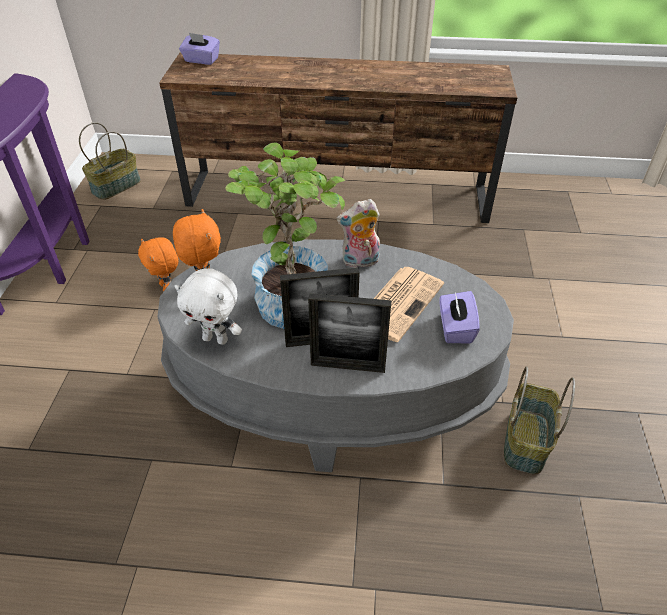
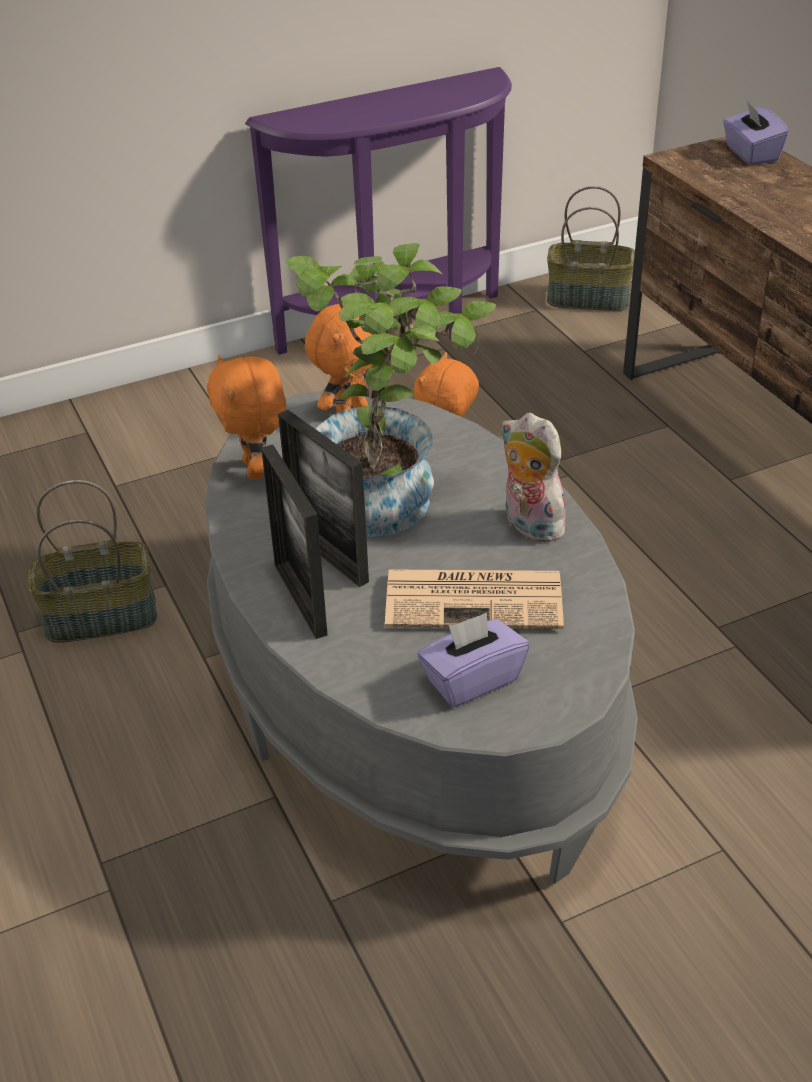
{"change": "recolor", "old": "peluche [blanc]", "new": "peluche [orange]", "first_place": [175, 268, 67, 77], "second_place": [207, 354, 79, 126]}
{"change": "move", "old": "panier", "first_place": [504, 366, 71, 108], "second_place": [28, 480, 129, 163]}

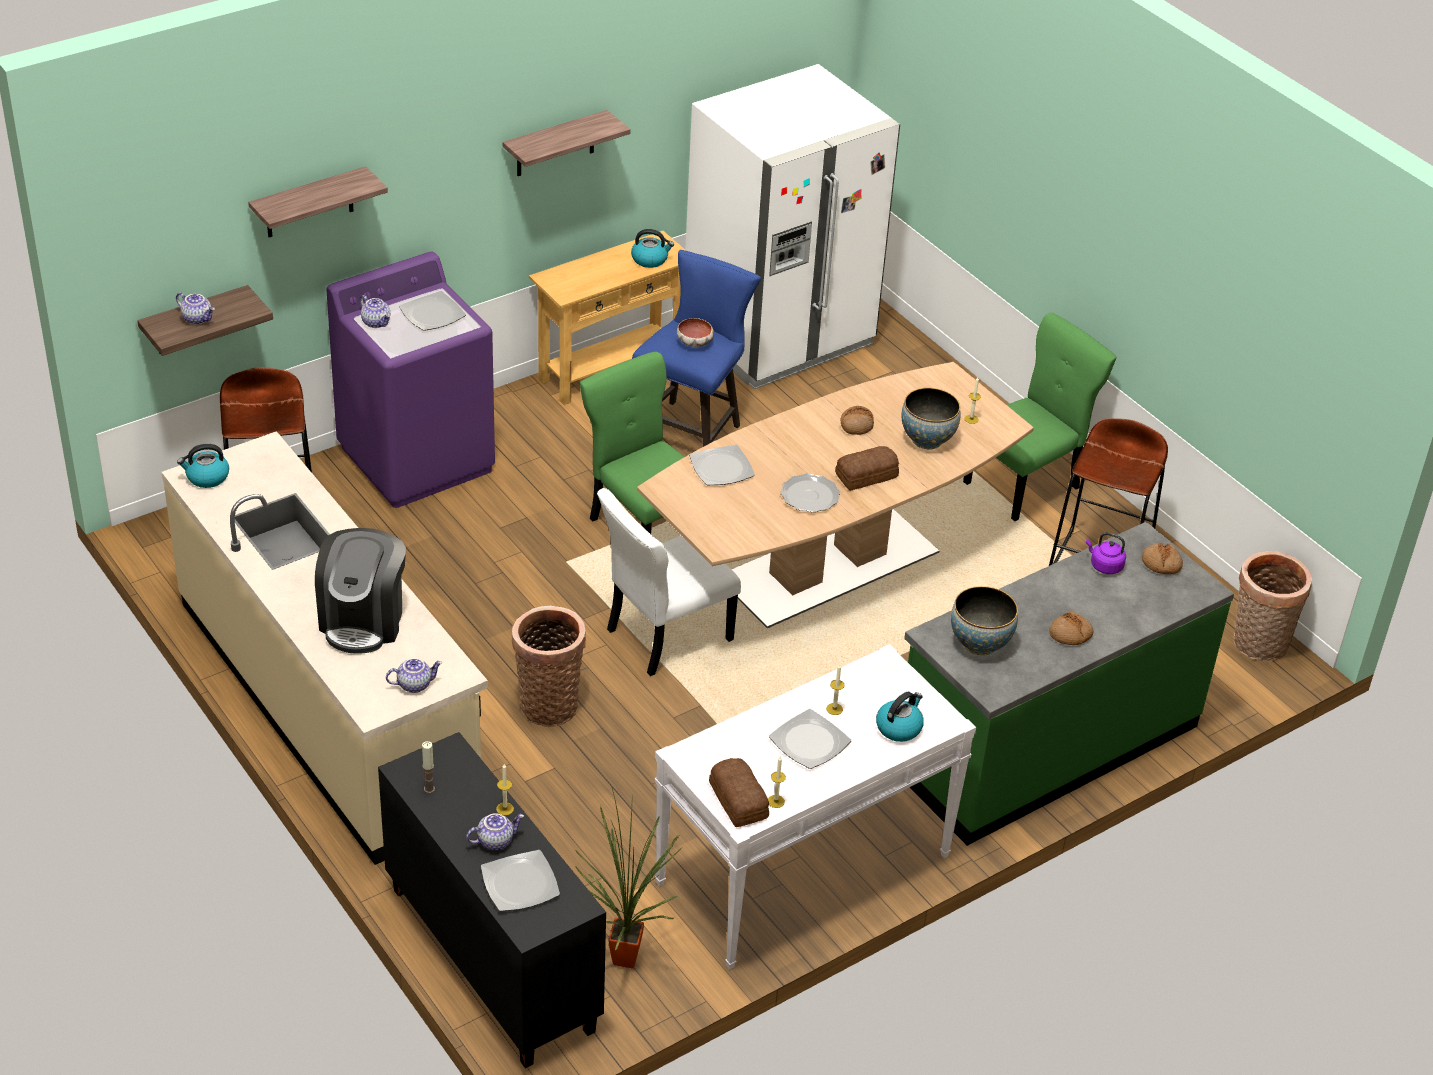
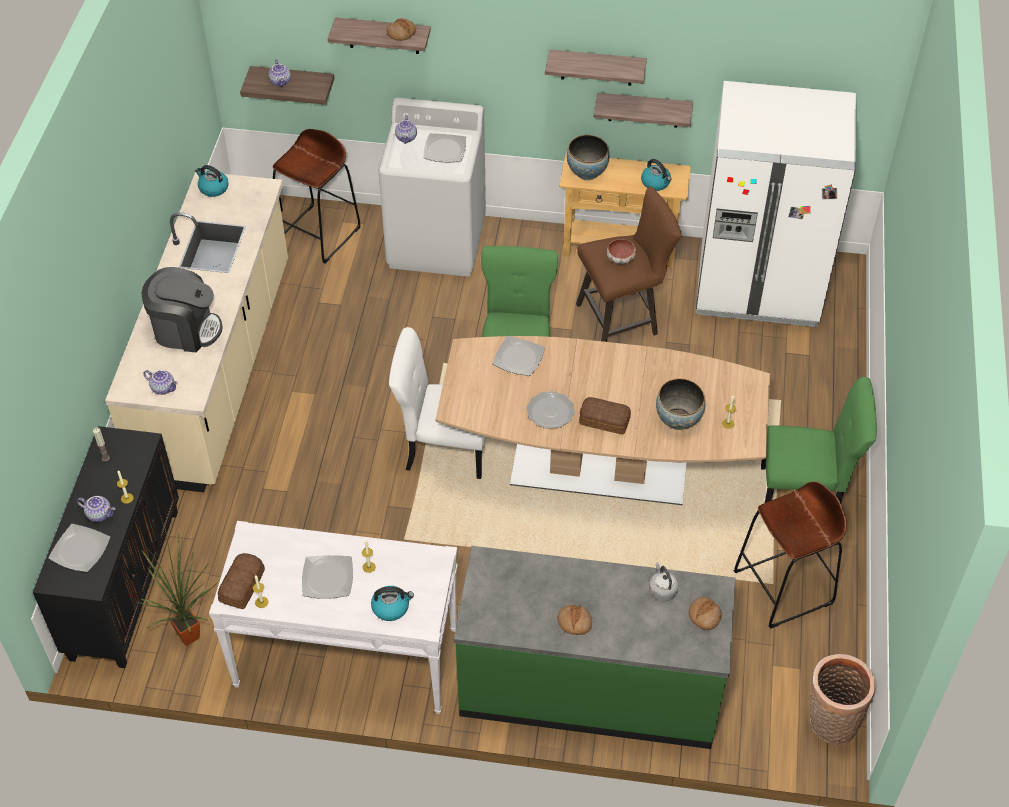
{"change": "rotate", "old": "machine à café", "first_place": [315, 528, 91, 126], "second_place": [141, 267, 82, 85], "degrees": -135}
{"change": "recolor", "old": "lave-linge [violet]", "new": "lave-linge [blanc]", "first_place": [326, 252, 169, 256], "second_place": [378, 98, 108, 179]}
{"change": "delete", "old": "panier", "first_place": [512, 606, 74, 121]}
{"change": "recolor", "old": "tabouret [bleu]", "new": "tabouret [marron]", "first_place": [632, 250, 129, 197], "second_place": [576, 186, 106, 156]}
{"change": "move", "old": "pain", "first_place": [840, 406, 34, 29], "second_place": [386, 18, 30, 23]}
{"change": "move", "old": "bol", "first_place": [951, 586, 67, 69], "second_place": [567, 135, 42, 45]}
{"change": "recolor", "old": "bouilloire [violet]", "new": "bouilloire [gris]", "first_place": [1086, 532, 40, 42], "second_place": [649, 562, 29, 39]}
{"change": "insert", "new": "étagère", "second_place": [594, 93, 99, 35]}

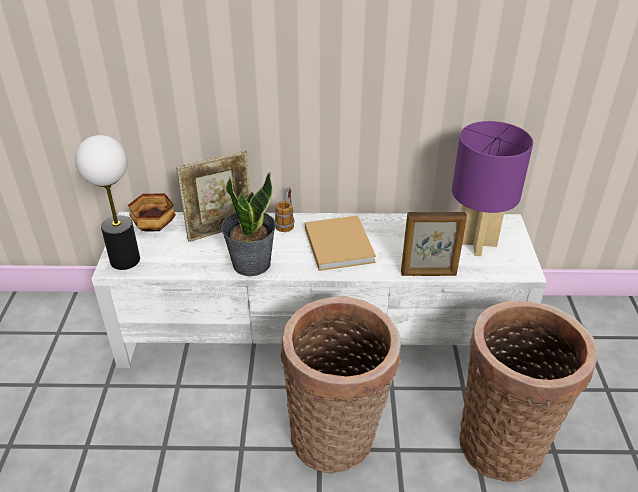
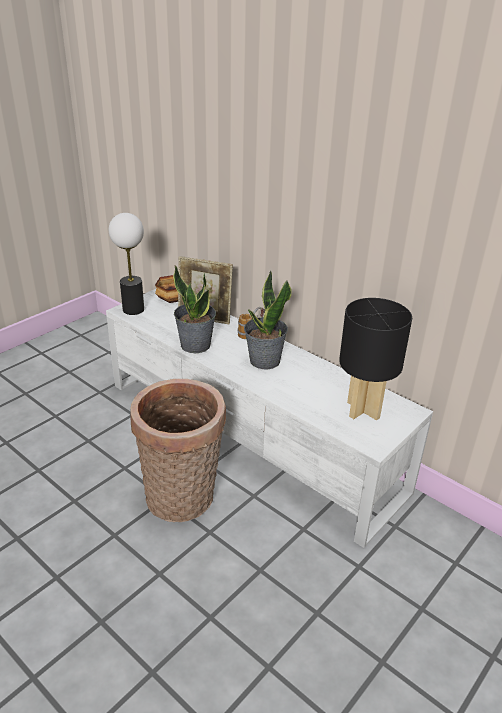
{"change": "replace", "old": "livre [beige]", "new": "plante en pot", "first_place": [305, 215, 71, 56], "second_place": [244, 270, 48, 99]}
{"change": "delete", "old": "cadre photo", "first_place": [401, 212, 66, 64]}
{"change": "recolor", "old": "lampe de table [violet]", "new": "lampe de table [noir]", "first_place": [452, 121, 81, 135], "second_place": [339, 298, 73, 122]}
{"change": "delete", "old": "panier", "first_place": [459, 301, 139, 181]}

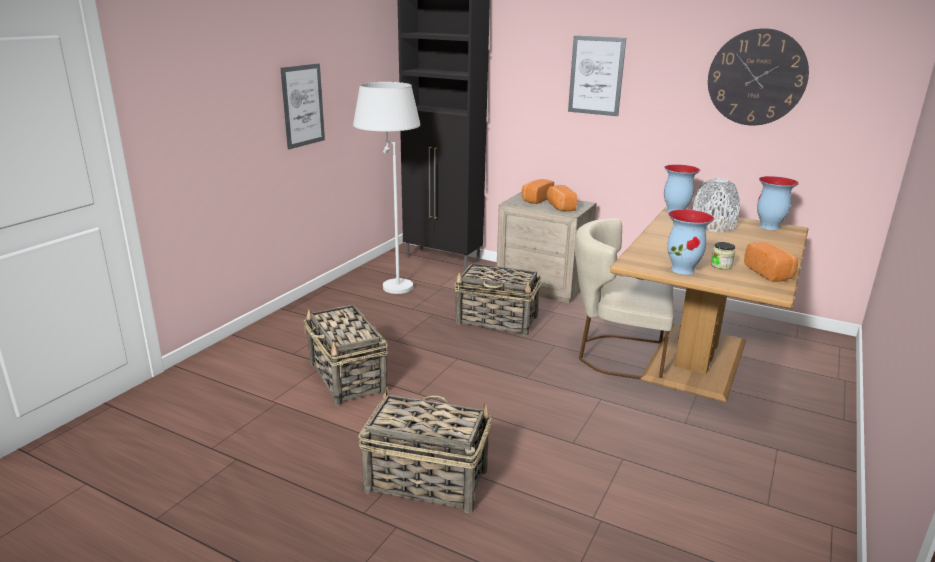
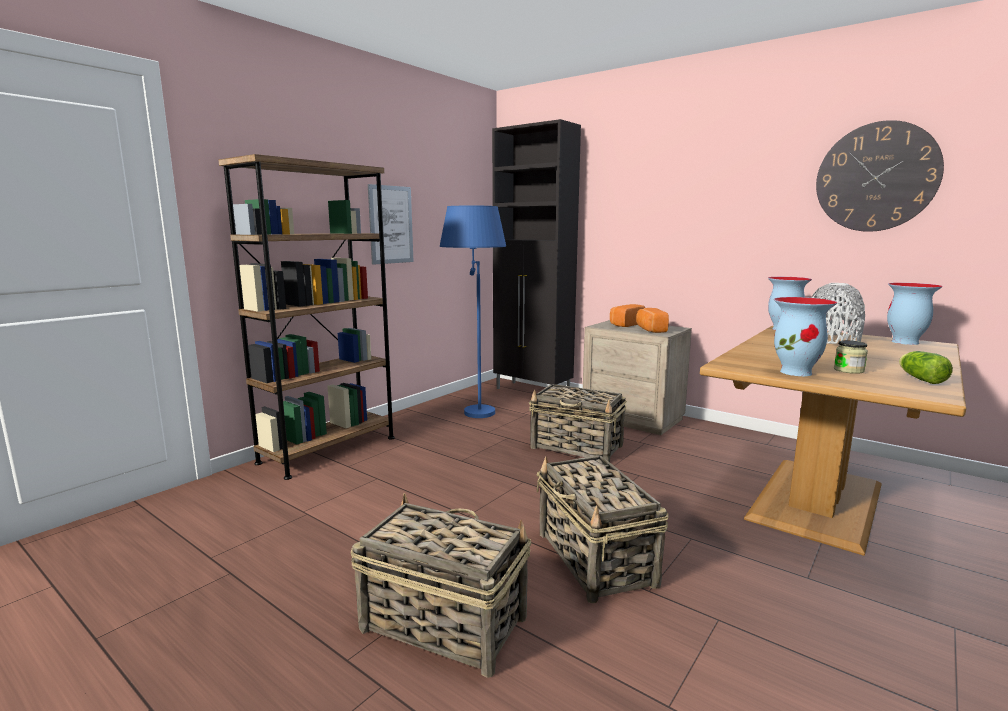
{"change": "move", "old": "panier", "first_place": [304, 305, 84, 100], "second_place": [537, 456, 132, 147]}
{"change": "recolor", "old": "lampadaire [blanc]", "new": "lampadaire [bleu]", "first_place": [353, 82, 67, 212], "second_place": [440, 206, 66, 212]}
{"change": "delete", "old": "tableau", "first_place": [568, 35, 58, 81]}
{"change": "delete", "old": "chaise [beige]", "first_place": [575, 218, 99, 161]}
{"change": "replace", "old": "pain", "new": "laitue", "first_place": [744, 242, 54, 40], "second_place": [899, 351, 54, 33]}
{"change": "insert", "new": "bibliothèque [marron]", "second_place": [218, 154, 177, 326]}

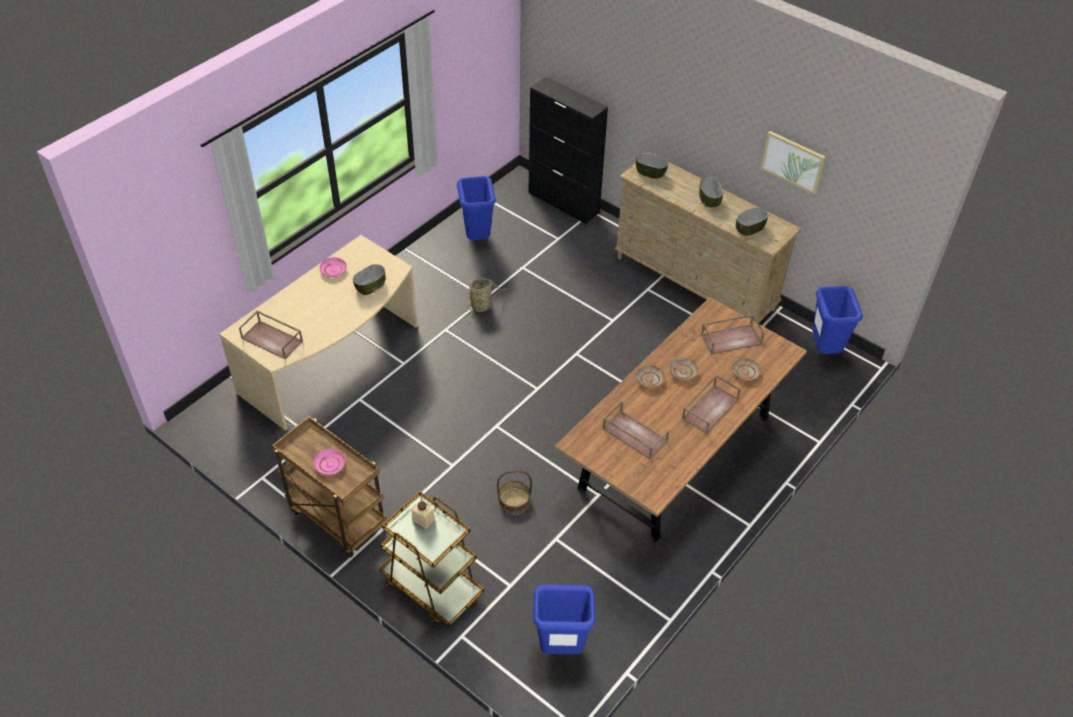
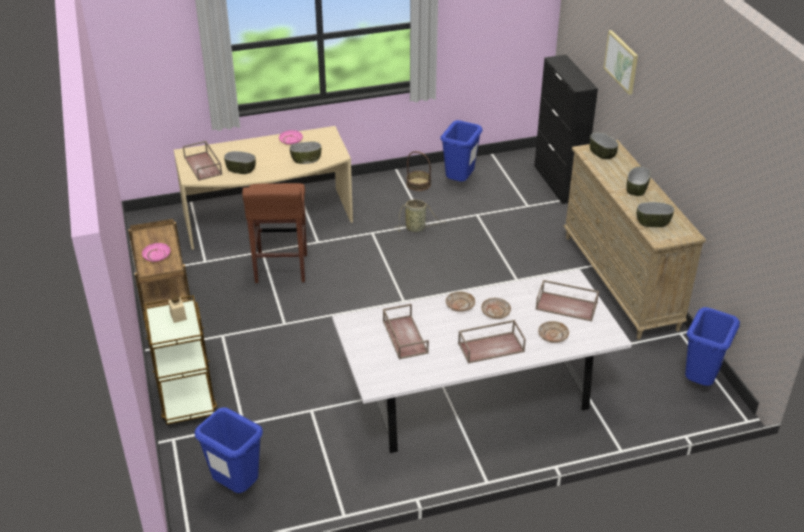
{"change": "move", "old": "panier", "first_place": [497, 470, 35, 43], "second_place": [407, 151, 24, 40]}
{"change": "recolor", "old": "table à manger [marron]", "new": "table à manger [blanc]", "first_place": [555, 297, 252, 246], "second_place": [332, 269, 300, 184]}
{"change": "move", "old": "tableau", "first_place": [760, 131, 65, 64], "second_place": [604, 30, 34, 65]}
{"change": "insert", "new": "bol", "second_place": [224, 151, 32, 23]}
{"change": "insert", "new": "tabouret [marron]", "second_place": [242, 183, 65, 100]}

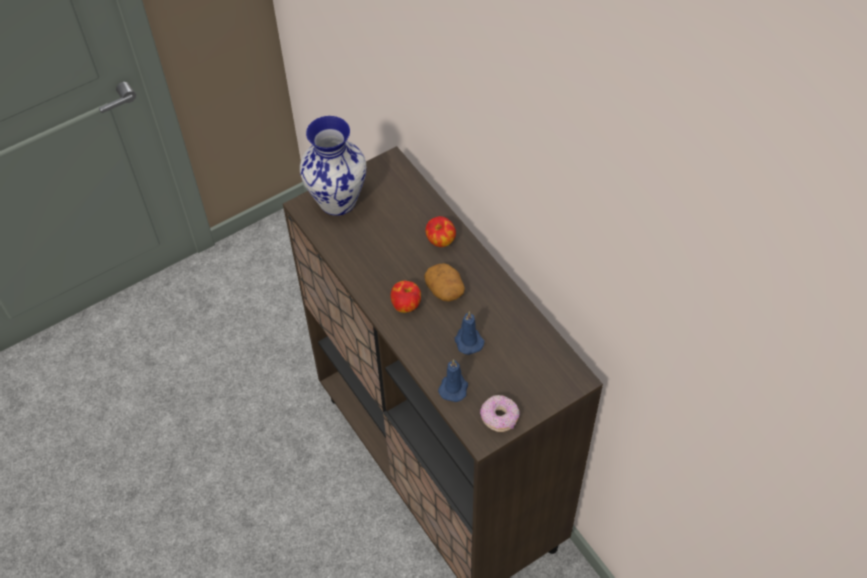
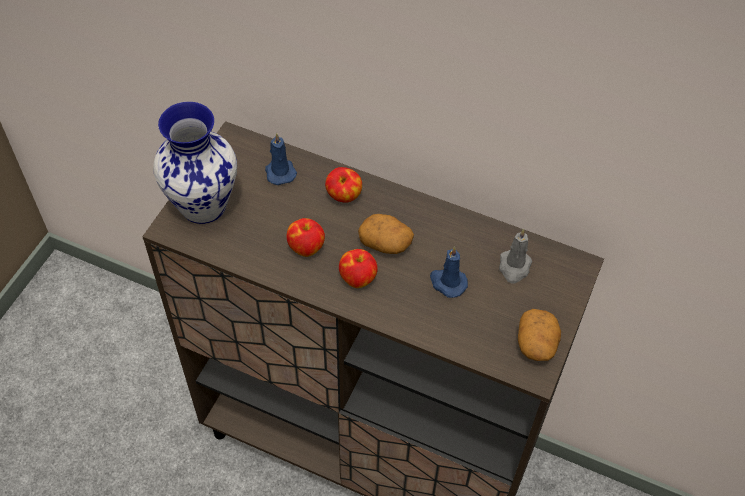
{"change": "move", "old": "bougie [bleu]", "first_place": [438, 359, 30, 43], "second_place": [265, 133, 32, 52]}
{"change": "replace", "old": "beignet", "new": "pomme de terre", "first_place": [480, 395, 40, 37], "second_place": [518, 309, 43, 52]}
{"change": "insert", "new": "pomme", "second_place": [286, 218, 39, 39]}
{"change": "insert", "new": "bougie [gris]", "second_place": [499, 229, 33, 55]}

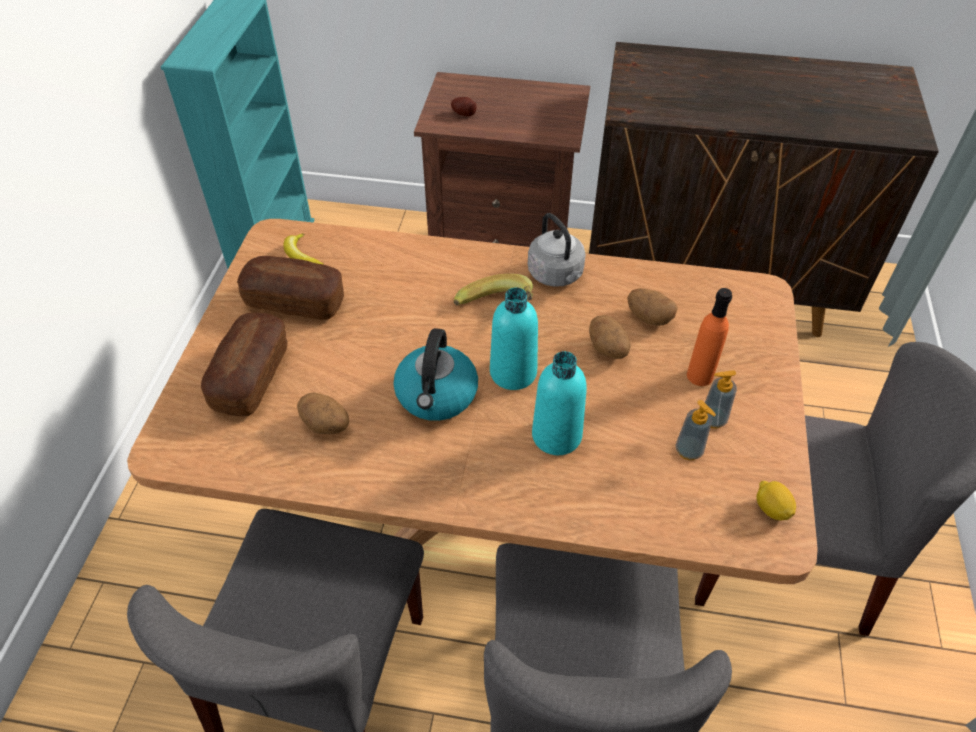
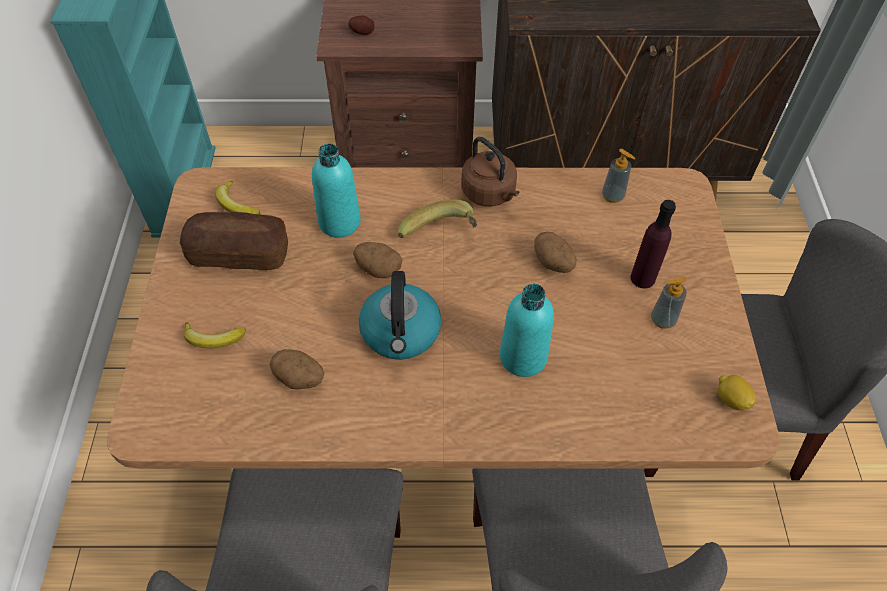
{"change": "replace", "old": "pain", "new": "banane", "first_place": [201, 313, 87, 103], "second_place": [183, 322, 63, 26]}
{"change": "move", "old": "bouteille [turquoise]", "first_place": [490, 287, 48, 103], "second_place": [312, 144, 49, 93]}
{"change": "recolor", "old": "bouilloire [gris]", "new": "bouilloire [marron]", "first_place": [528, 213, 58, 74], "second_place": [461, 137, 58, 69]}
{"change": "move", "old": "pomme de terre", "first_place": [627, 288, 51, 38], "second_place": [353, 242, 50, 36]}
{"change": "move", "old": "distributeur de savon", "first_place": [675, 400, 41, 60], "second_place": [602, 149, 33, 54]}
{"change": "recolor", "old": "bouteille [orange]", "new": "bouteille [violet]", "first_place": [687, 288, 45, 98], "second_place": [630, 200, 46, 88]}

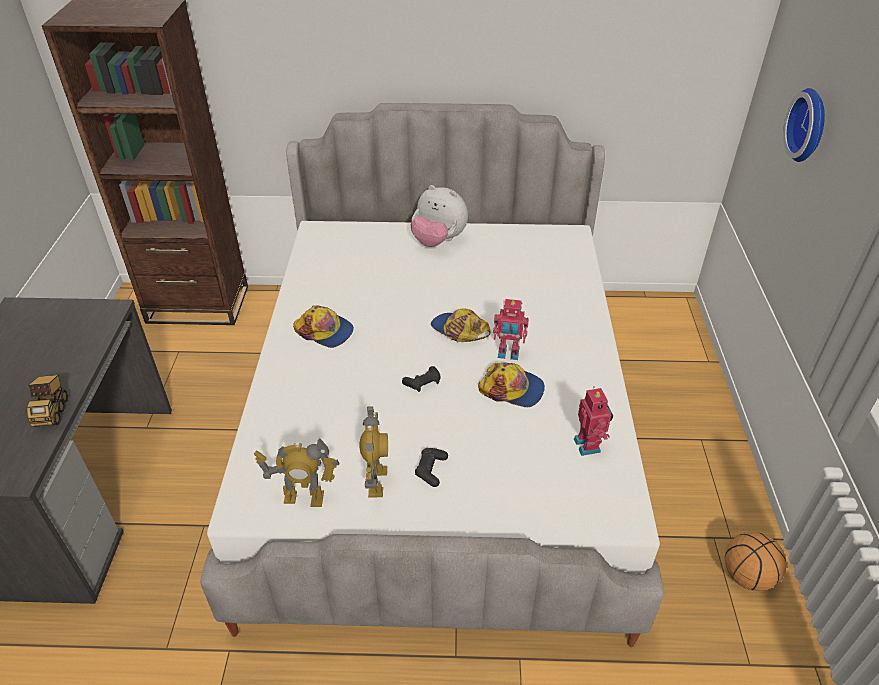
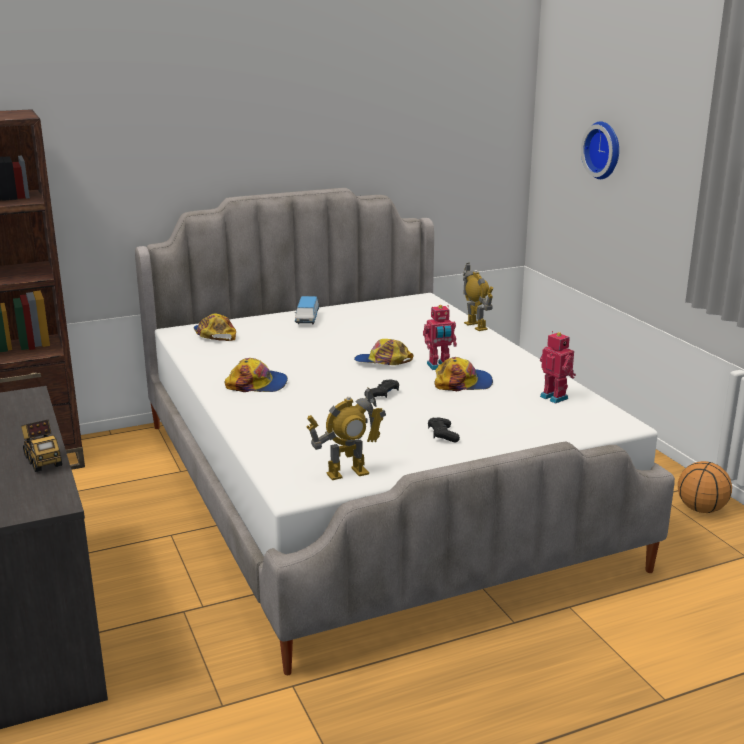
{"change": "move", "old": "robot jouet", "first_place": [359, 406, 29, 92], "second_place": [463, 263, 30, 68]}
{"change": "replace", "old": "peluche", "new": "petite voiture", "first_place": [410, 185, 58, 62], "second_place": [295, 296, 24, 28]}
{"change": "insert", "new": "casquette", "second_place": [194, 313, 42, 28]}

